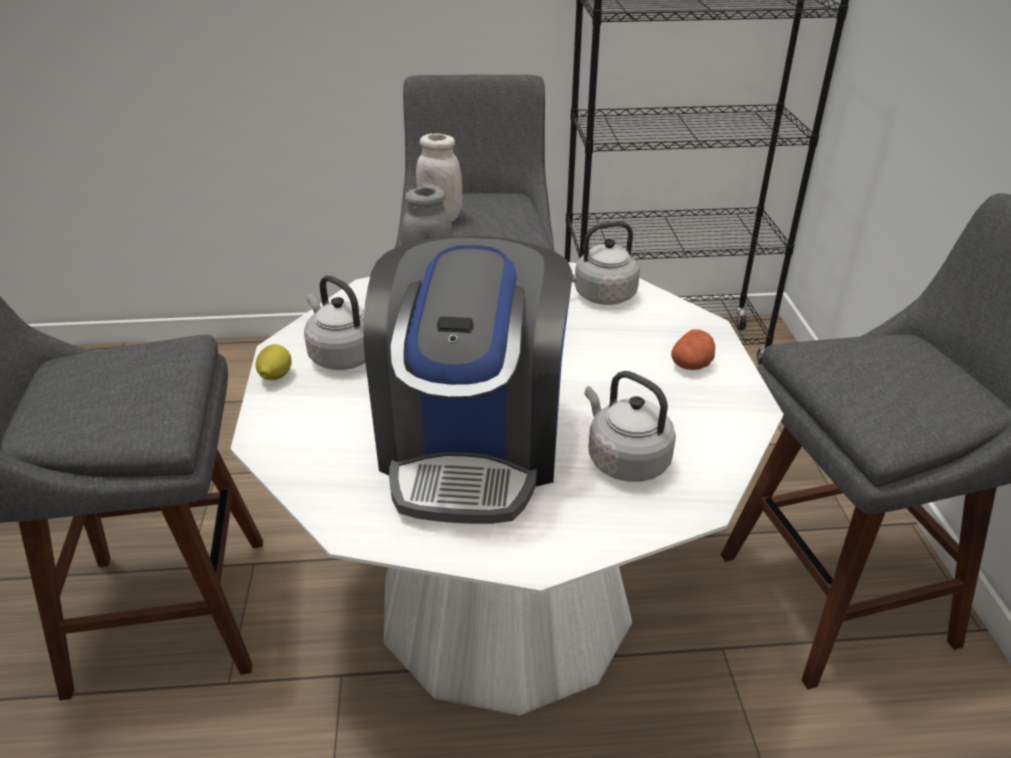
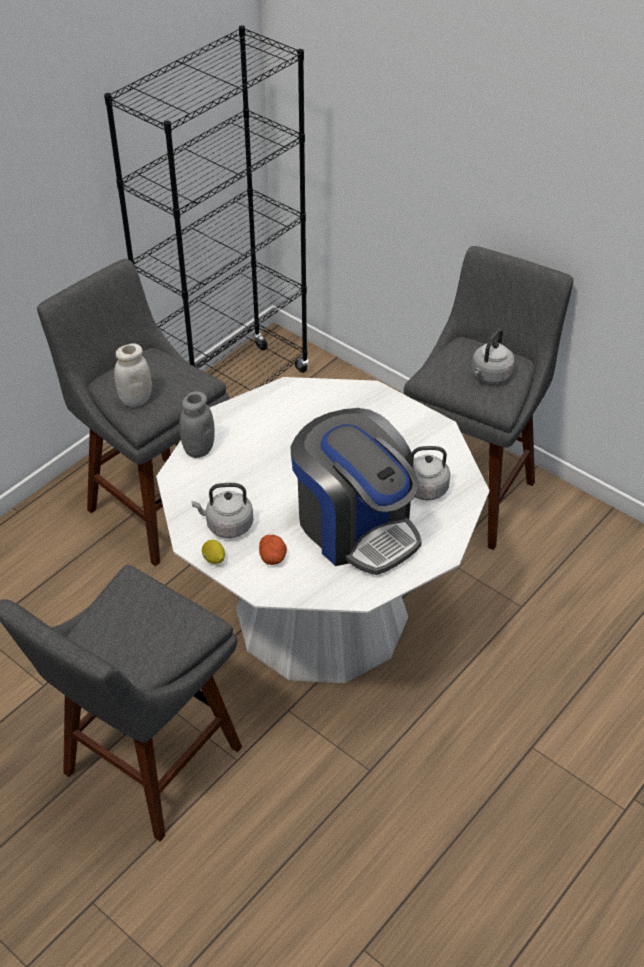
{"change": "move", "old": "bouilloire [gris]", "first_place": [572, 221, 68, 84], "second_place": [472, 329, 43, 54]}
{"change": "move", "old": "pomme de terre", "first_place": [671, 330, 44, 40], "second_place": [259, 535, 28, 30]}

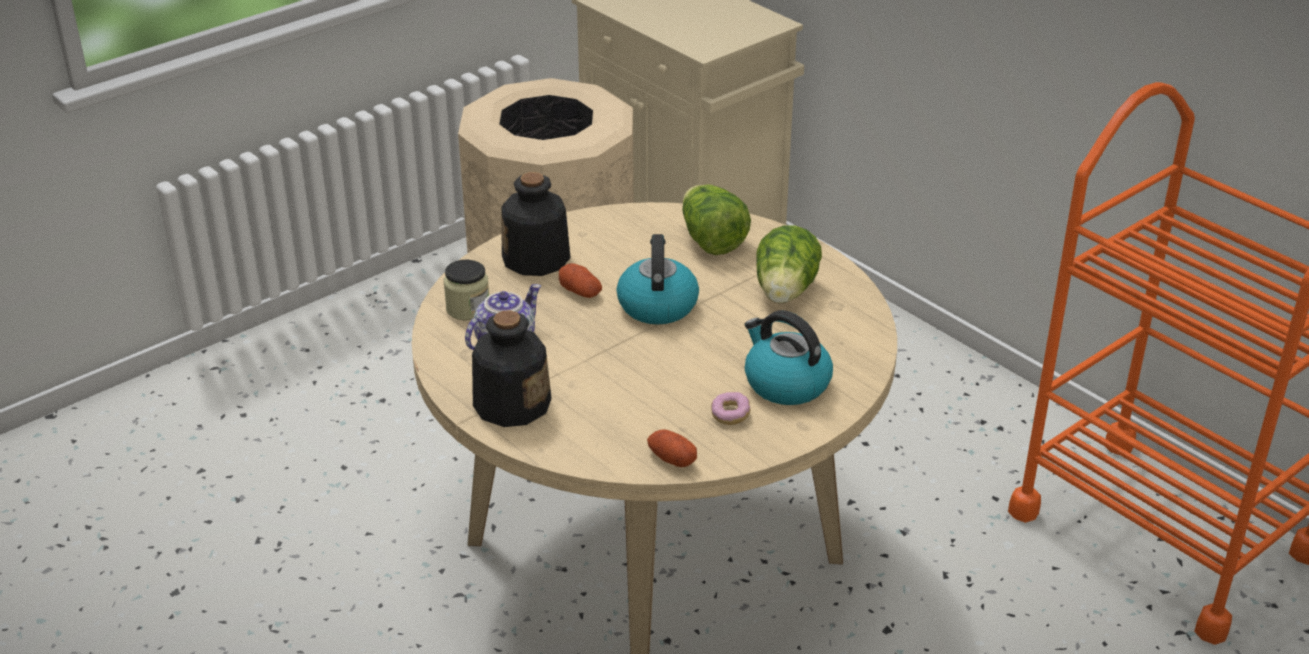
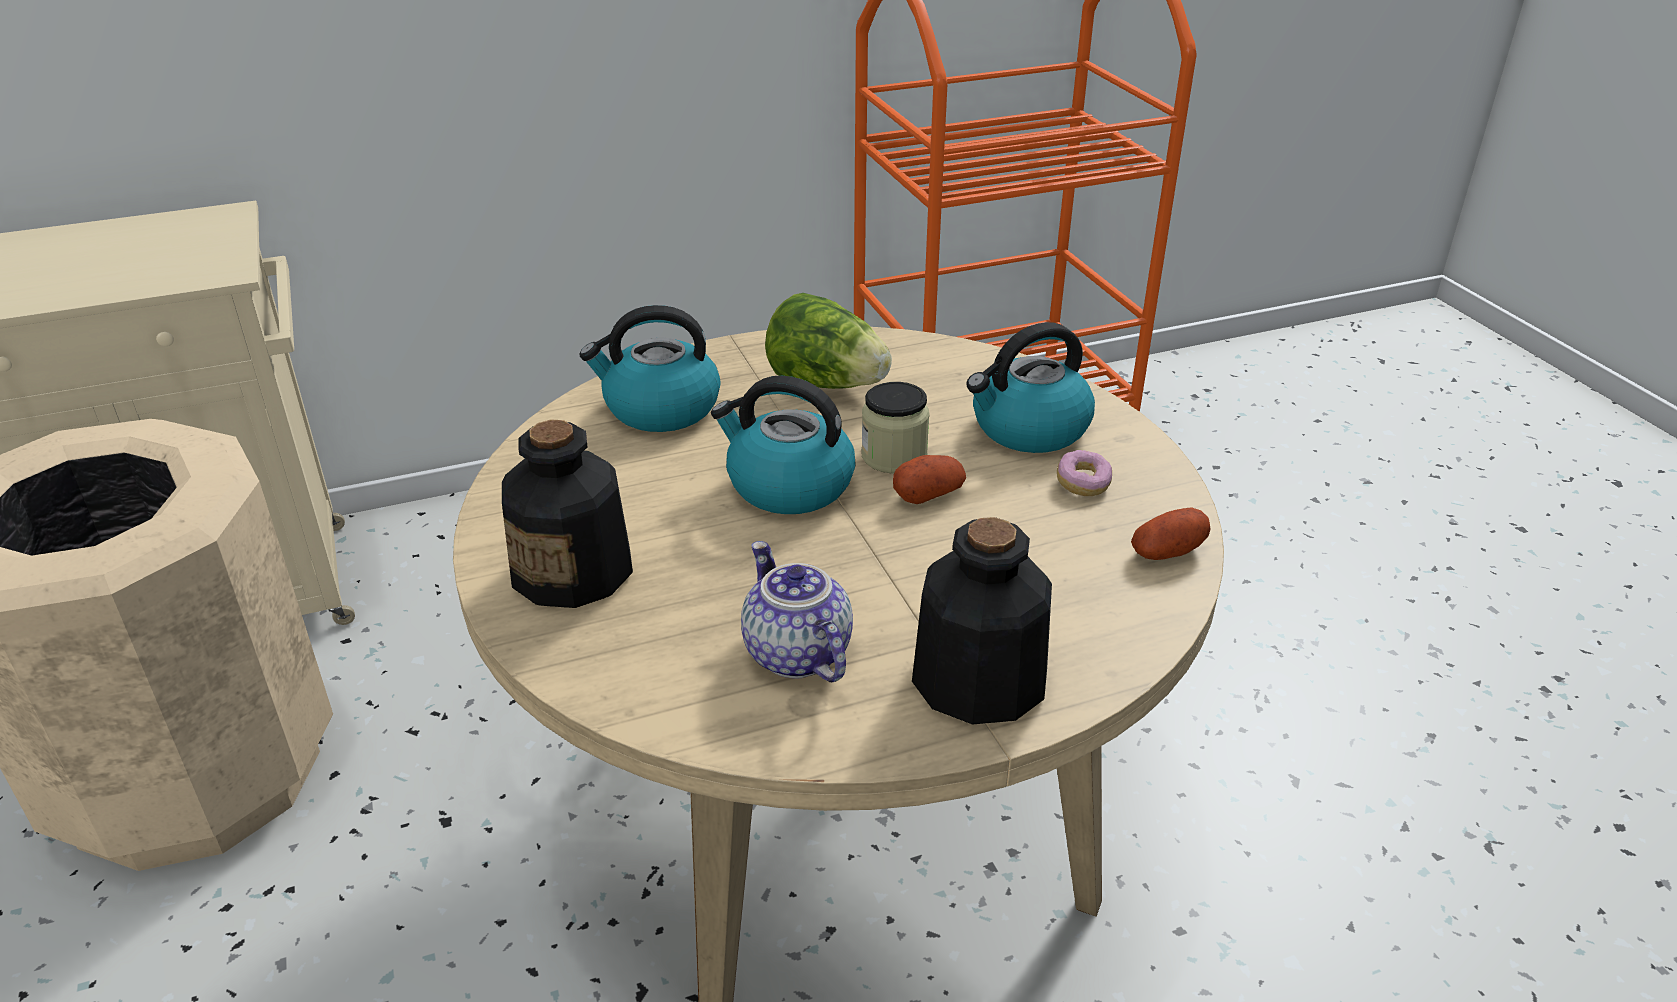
{"change": "move", "old": "bocal", "first_place": [444, 260, 45, 60], "second_place": [861, 382, 69, 92]}
{"change": "move", "old": "pomme de terre", "first_place": [559, 263, 43, 35], "second_place": [893, 455, 73, 49]}
{"change": "replace", "old": "laitue", "new": "bouilloire", "first_place": [682, 184, 69, 71], "second_place": [579, 305, 141, 127]}

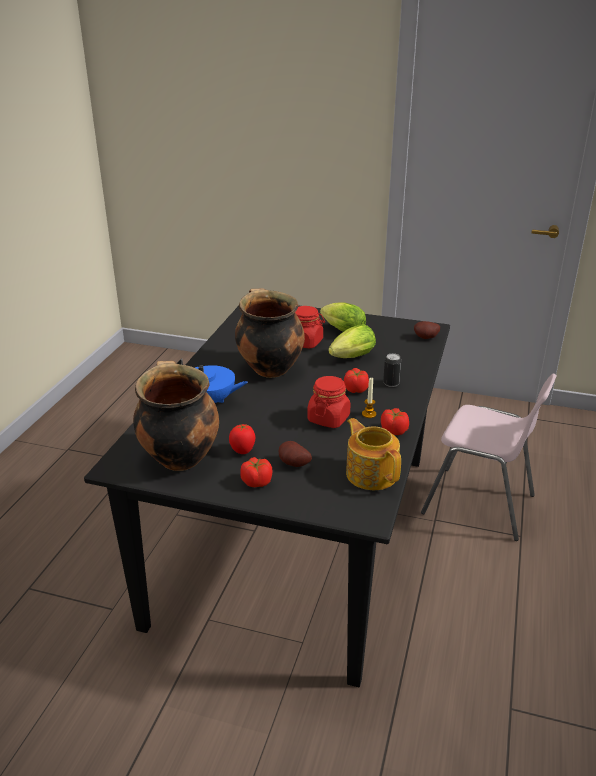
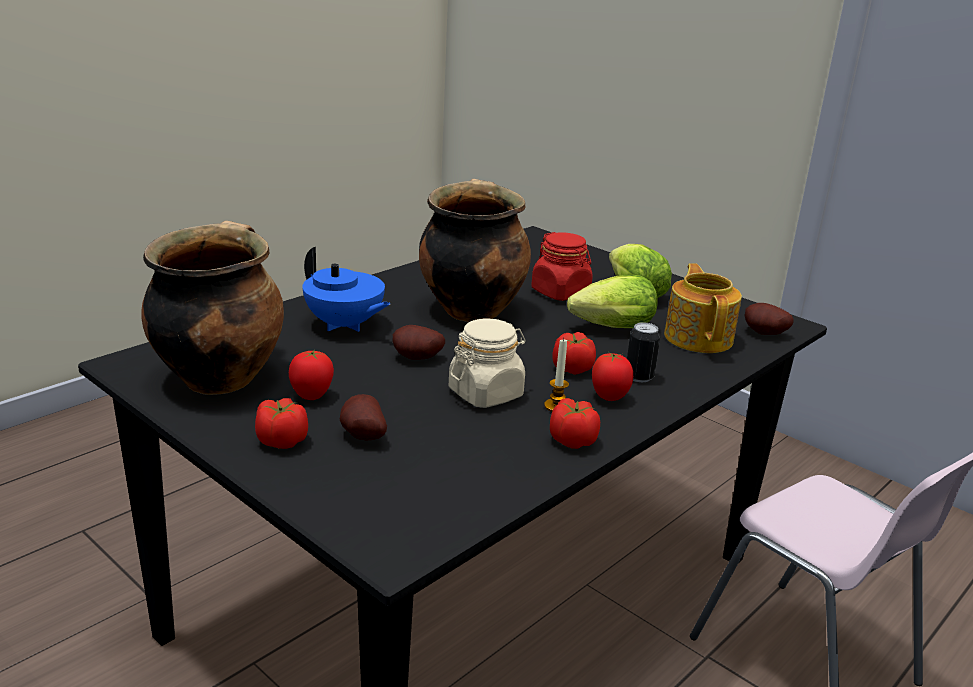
{"change": "recolor", "old": "bocal [rouge]", "new": "bocal [beige]", "first_place": [307, 376, 43, 52], "second_place": [449, 318, 77, 90]}
{"change": "move", "old": "théière", "first_place": [346, 418, 55, 72], "second_place": [664, 263, 78, 90]}
{"change": "insert", "new": "pomme de terre", "second_place": [392, 325, 53, 35]}
{"change": "insert", "new": "tomate", "second_place": [592, 352, 41, 49]}

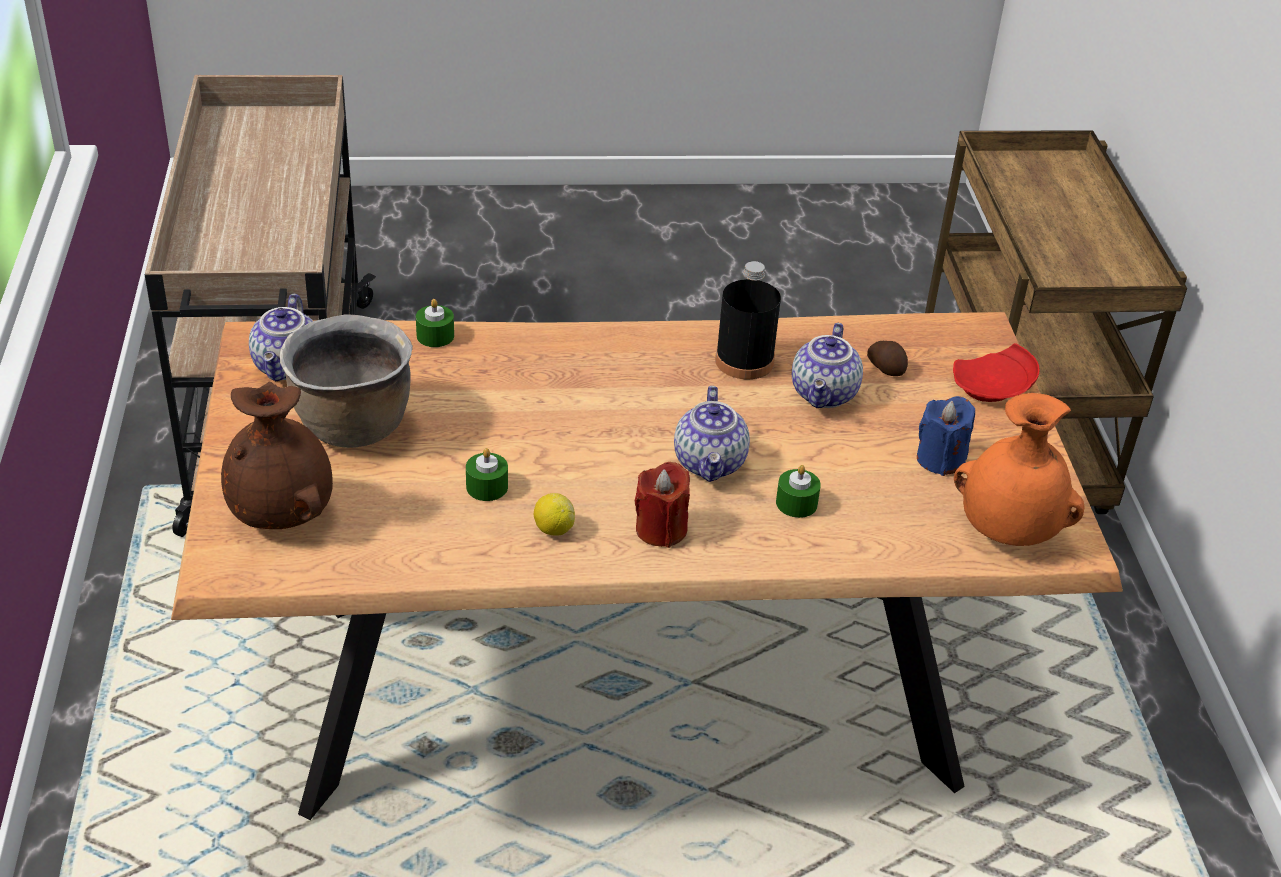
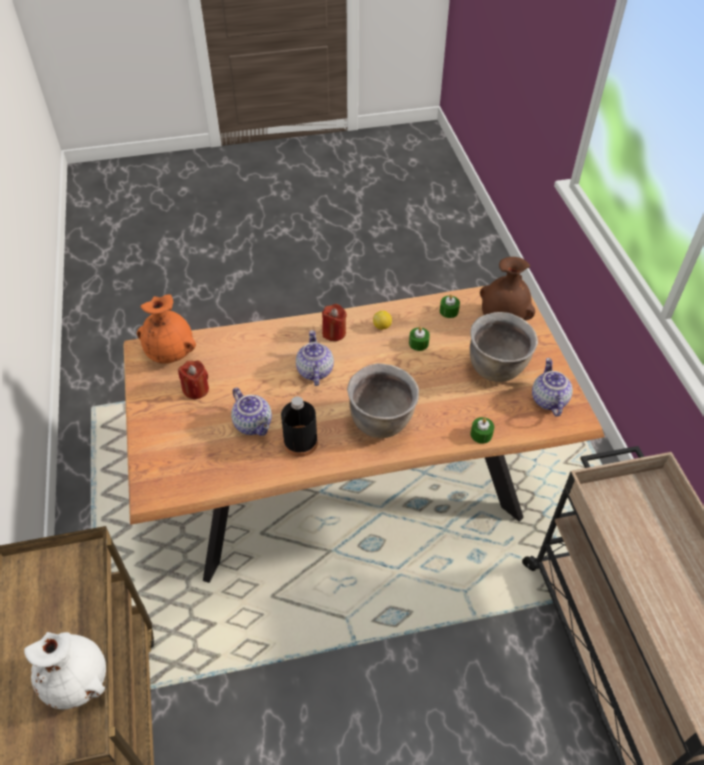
{"change": "move", "old": "bougie [vert]", "first_place": [776, 465, 45, 53], "second_place": [440, 294, 20, 24]}
{"change": "rotate", "old": "théière", "first_place": [792, 323, 71, 85], "second_place": [231, 387, 41, 49], "degrees": 135}
{"change": "delete", "old": "pomme de terre", "first_place": [867, 341, 41, 35]}
{"change": "recolor", "old": "bougie [bleu]", "new": "bougie [rouge]", "first_place": [917, 396, 58, 80], "second_place": [178, 361, 31, 38]}
{"change": "delete", "old": "assiette [rouge]", "first_place": [953, 343, 86, 59]}
{"change": "insert", "new": "vase [blanc]", "second_place": [24, 632, 82, 77]}
{"change": "insert", "new": "marmite [marron]", "second_place": [347, 363, 72, 75]}

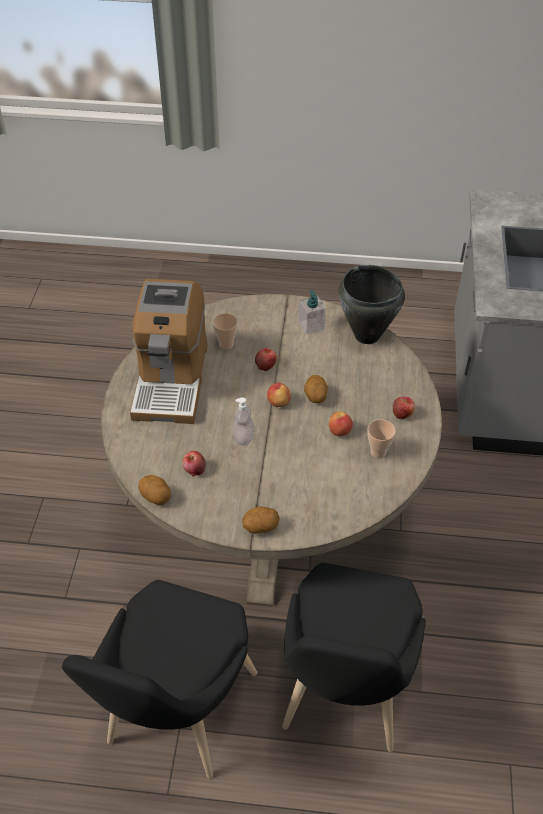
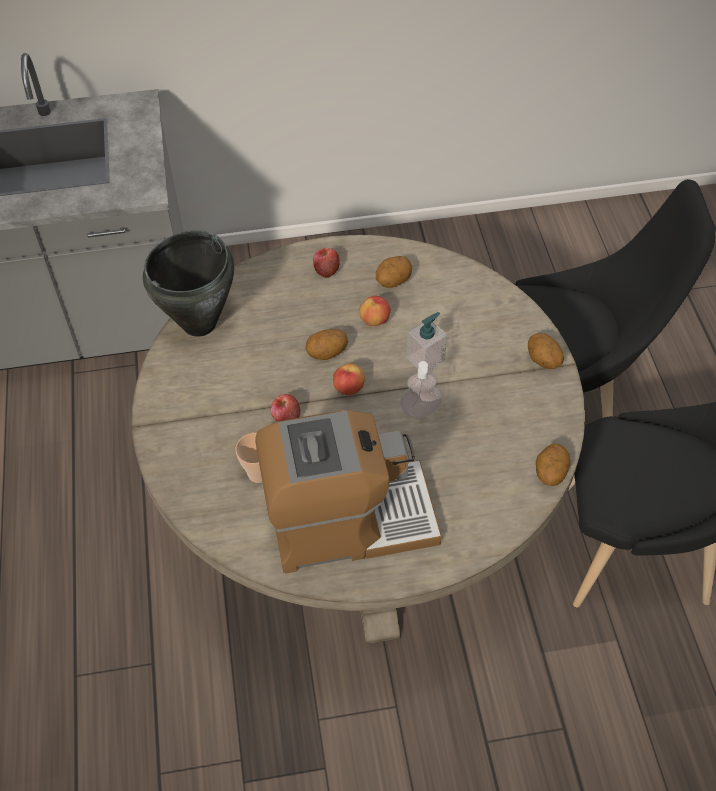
{"change": "delete", "old": "pomme", "first_place": [182, 451, 24, 25]}
{"change": "move", "old": "distributeur de savon", "first_place": [299, 290, 27, 45], "second_place": [406, 312, 41, 60]}
{"change": "replace", "old": "tasse", "new": "pomme de terre", "first_place": [367, 419, 29, 39], "second_place": [376, 256, 36, 32]}

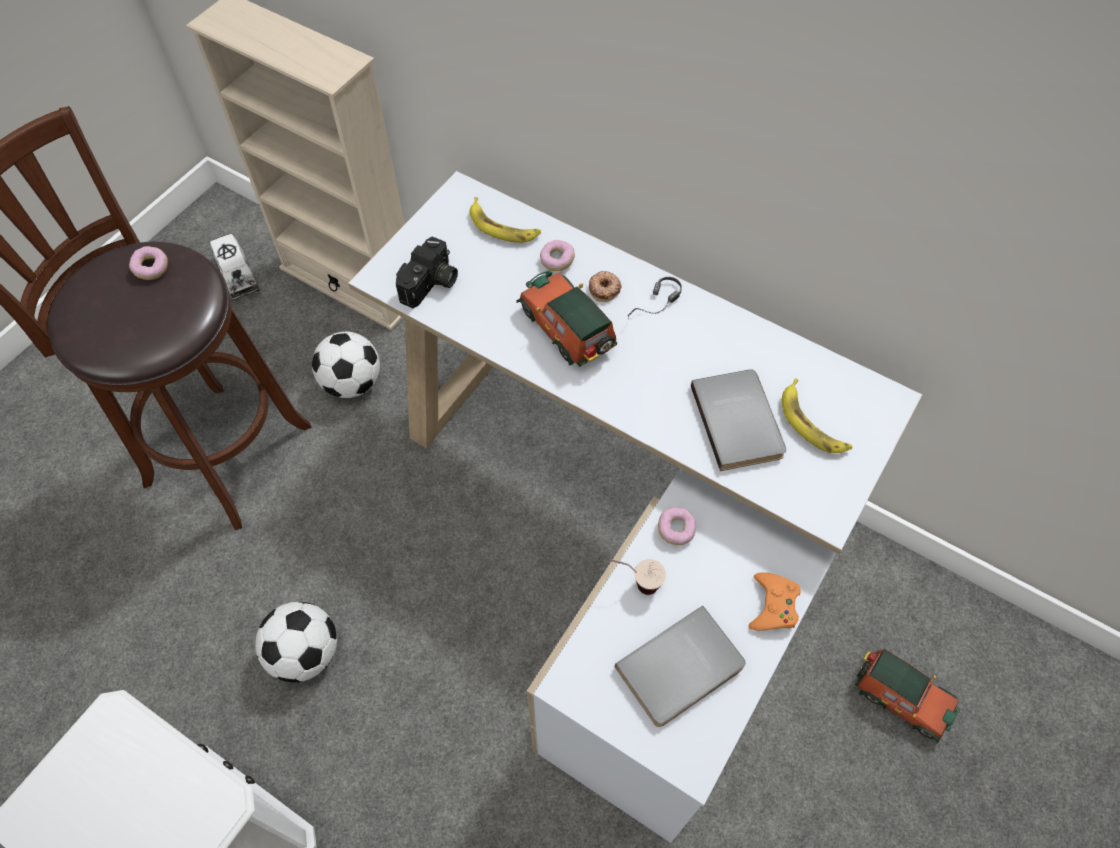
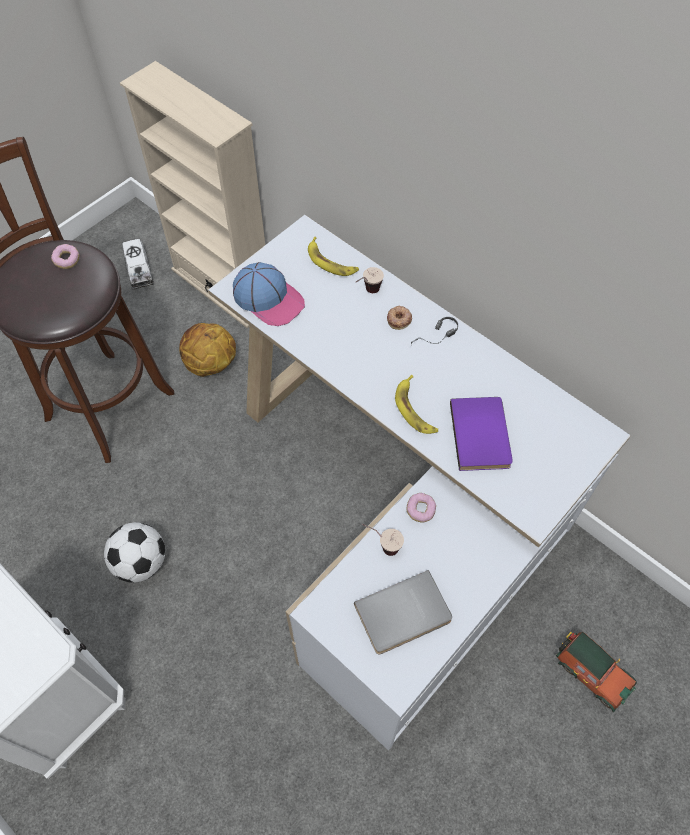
{"change": "replace", "old": "ballon de foot", "new": "ballon de basket", "first_place": [312, 332, 68, 66], "second_place": [179, 323, 57, 54]}
{"change": "replace", "old": "appareil photo", "new": "casquette", "first_place": [396, 236, 62, 72], "second_place": [233, 262, 72, 64]}
{"change": "delete", "old": "petite voiture", "first_place": [516, 270, 101, 97]}
{"change": "replace", "old": "beignet", "new": "tasse", "first_place": [540, 240, 35, 31], "second_place": [356, 267, 28, 26]}
{"change": "recolor", "old": "livre [gris]", "new": "livre [violet]", "first_place": [691, 369, 95, 102], "second_place": [450, 397, 63, 74]}
{"change": "delete", "old": "manette [orange]", "first_place": [748, 572, 53, 59]}
{"change": "move", "old": "banane", "first_place": [782, 378, 70, 75], "second_place": [395, 375, 43, 59]}

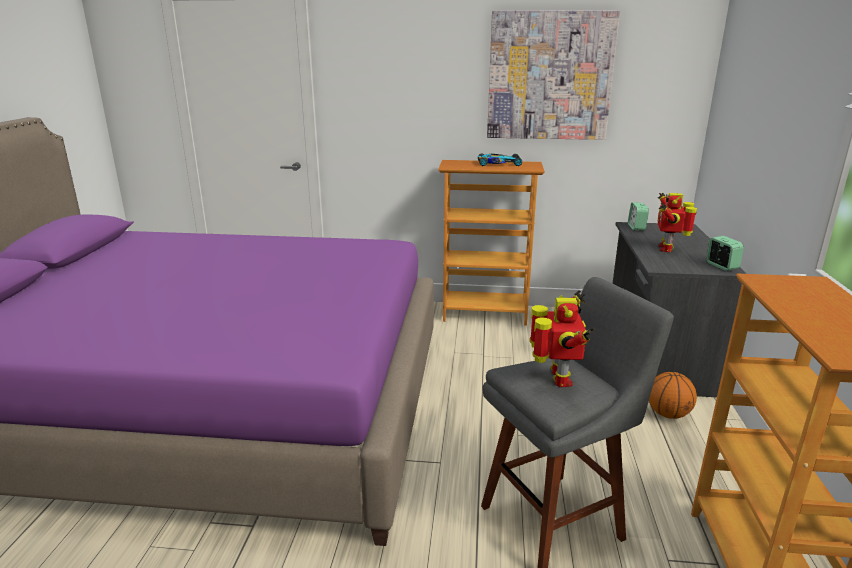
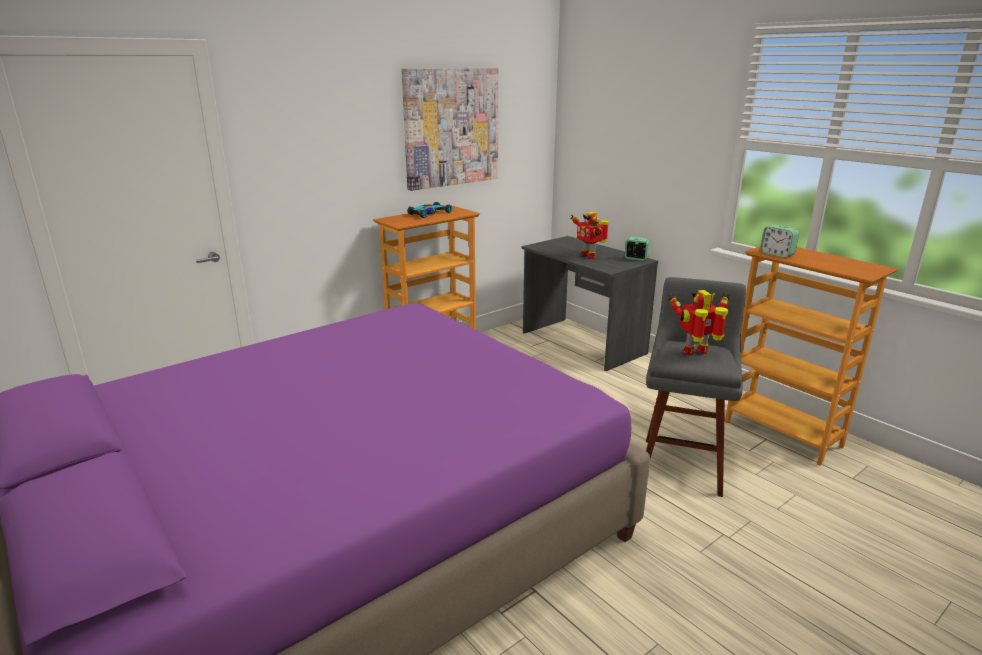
{"change": "rotate", "old": "robot jouet", "first_place": [529, 290, 66, 97], "second_place": [668, 290, 63, 65], "degrees": -60}
{"change": "move", "old": "réveil", "first_place": [628, 202, 21, 29], "second_place": [760, 225, 39, 33]}
{"change": "delete", "old": "ballon de basket", "first_place": [649, 372, 48, 47]}

